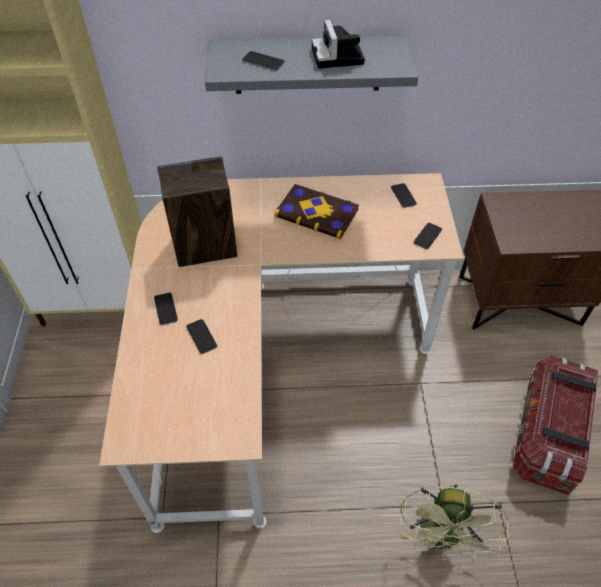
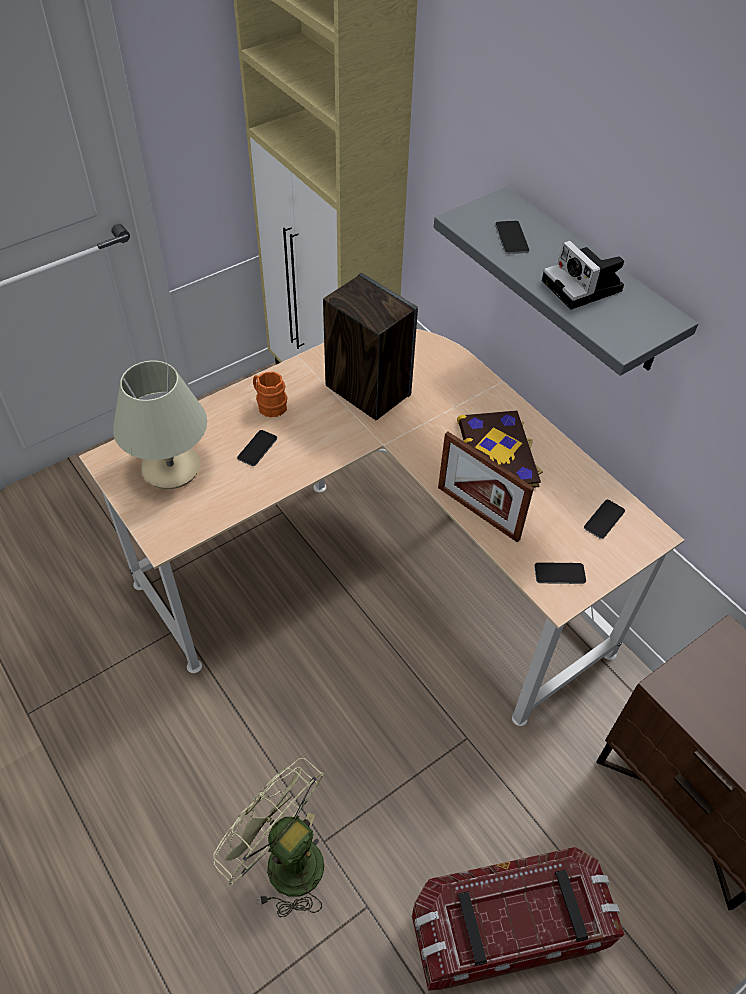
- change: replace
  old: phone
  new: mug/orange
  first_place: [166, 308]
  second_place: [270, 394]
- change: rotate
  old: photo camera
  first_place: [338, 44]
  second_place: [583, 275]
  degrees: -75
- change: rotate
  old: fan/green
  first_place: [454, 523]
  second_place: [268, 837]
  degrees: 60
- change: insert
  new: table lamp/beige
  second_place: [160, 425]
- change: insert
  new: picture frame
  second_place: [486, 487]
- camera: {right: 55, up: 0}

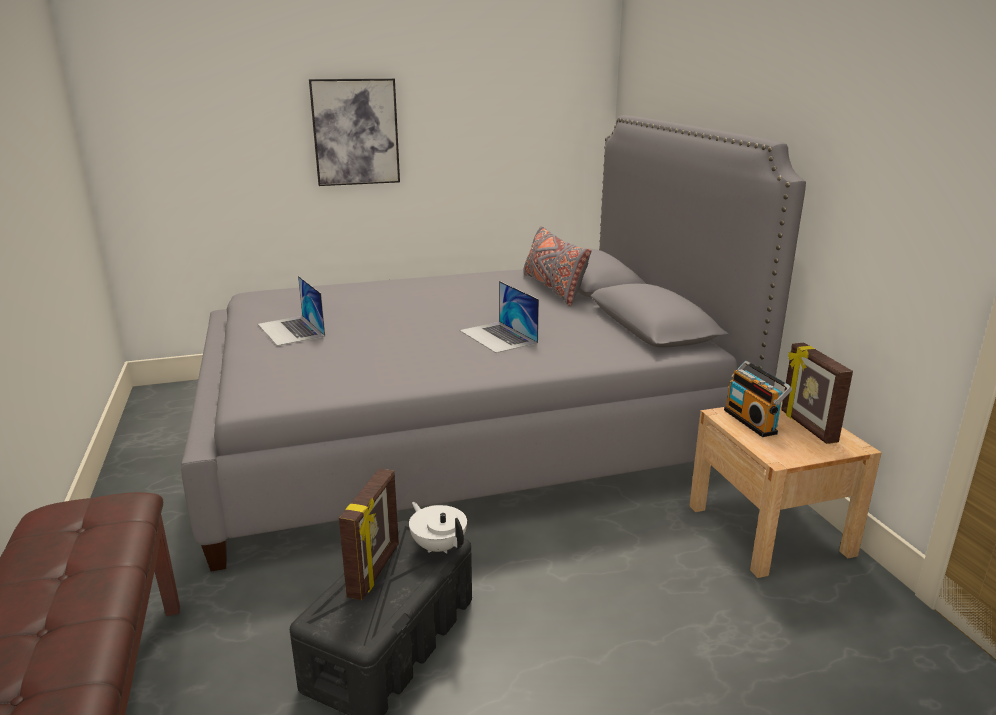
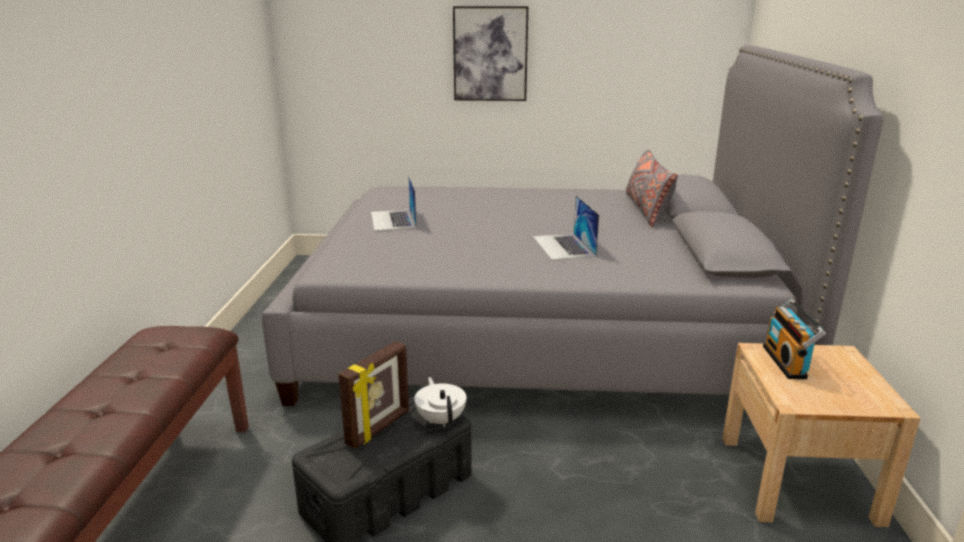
- change: delete
  old: picture frame
  first_place: [817, 393]
- camera: {right: 20, up: 0}

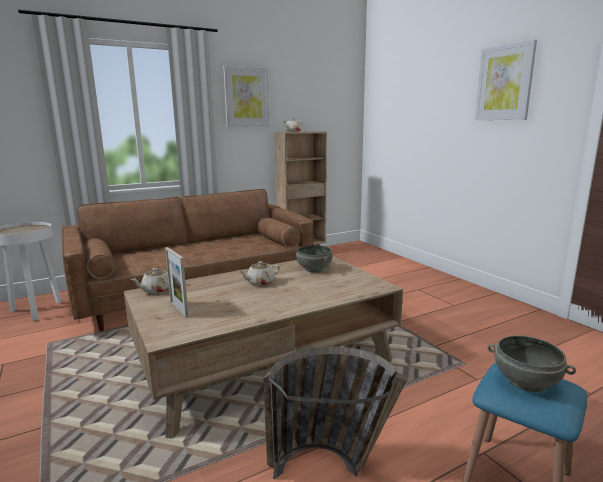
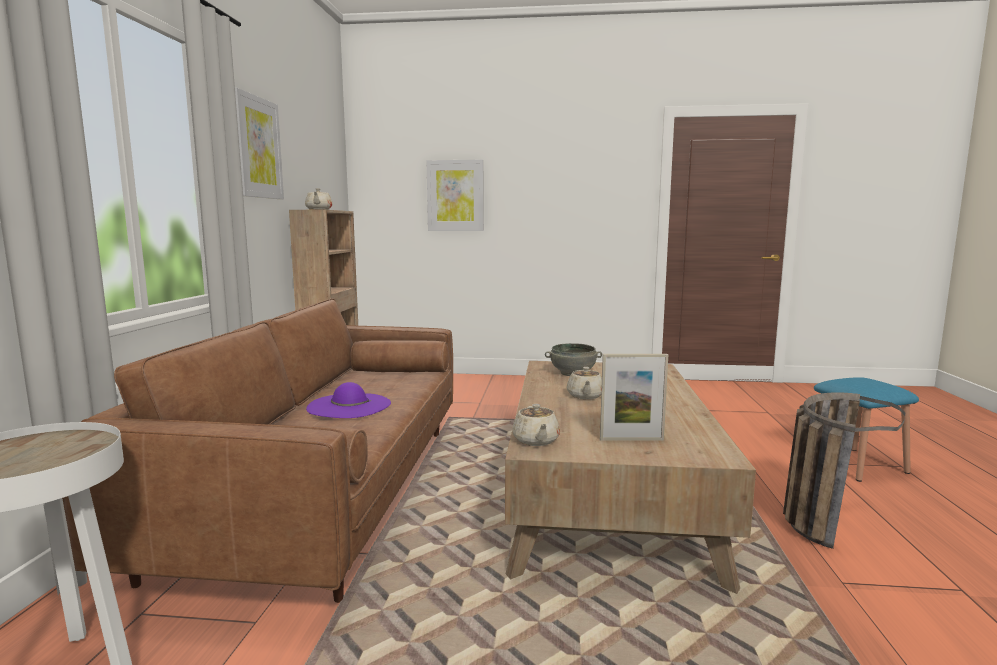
- change: move
  old: picture
  first_place: [506, 80]
  second_place: [455, 195]
- change: delete
  old: bowl/grey
  first_place: [532, 364]
- change: insert
  new: hat/purple
  second_place: [348, 400]
- camera: {right: -55, up: -5}

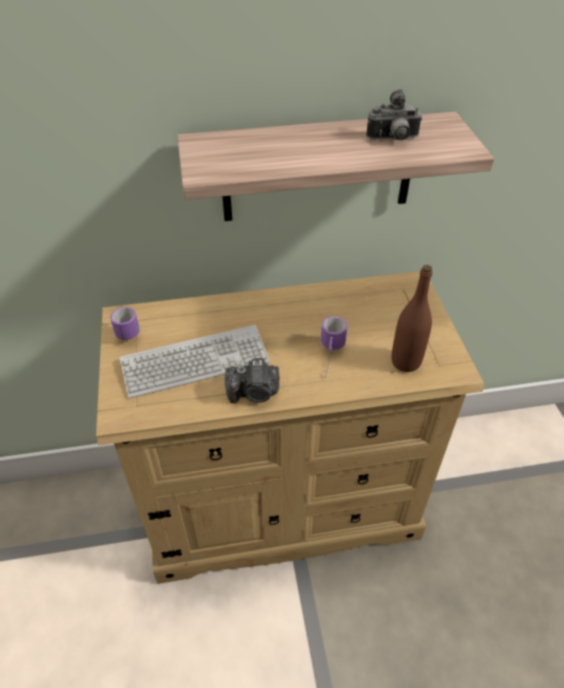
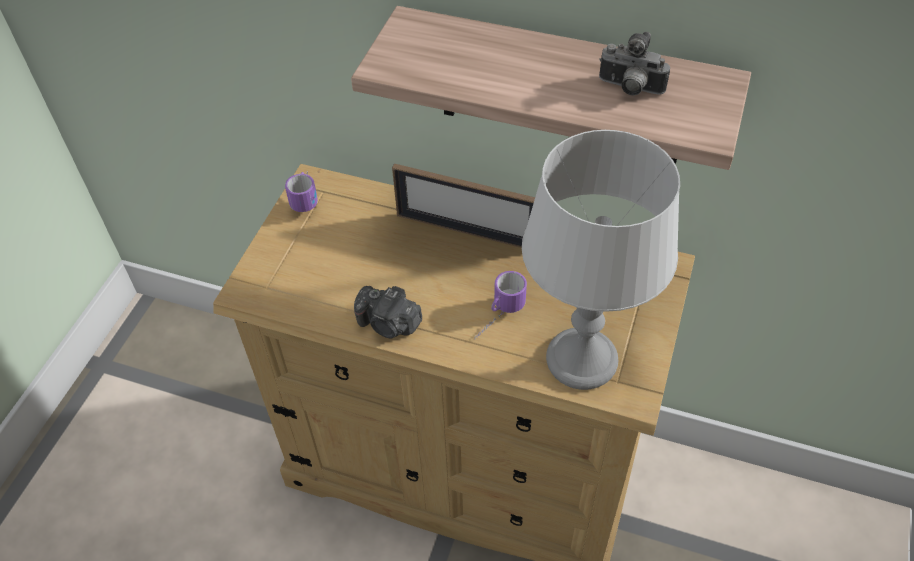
- change: delete
  old: keyboard
  first_place: [195, 361]
- change: replace
  old: bottle/brown
  new: table lamp/grey
  first_place: [412, 318]
  second_place: [601, 260]
- change: insert
  new: picture frame
  second_place: [463, 205]
- camera: {right: 30, up: 5}

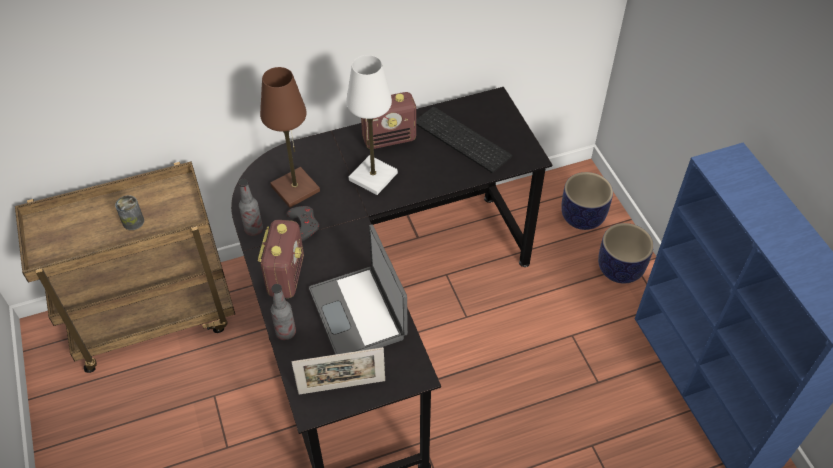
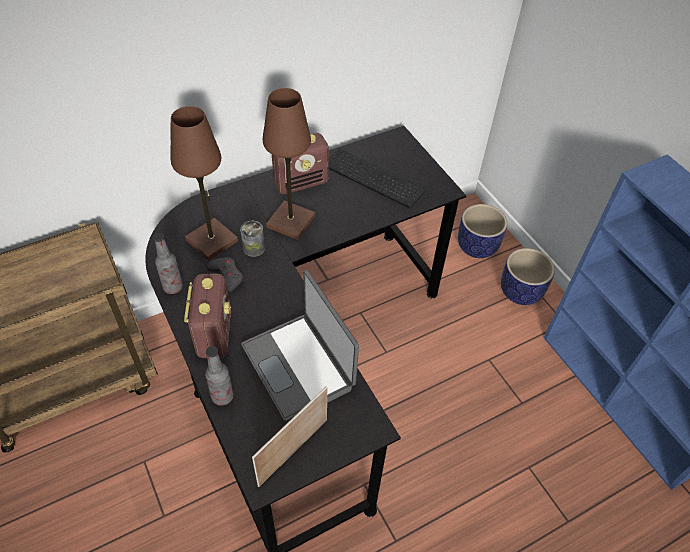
- change: move
  old: can
  first_place: [129, 212]
  second_place: [252, 239]
- change: rotate
  old: picture frame
  first_place: [338, 371]
  second_place: [289, 436]
  degrees: 150
- change: recolor
  old: table lamp/white
  new: table lamp/brown
  first_place: [372, 125]
  second_place: [289, 164]
- camera: {right: -10, up: 0}

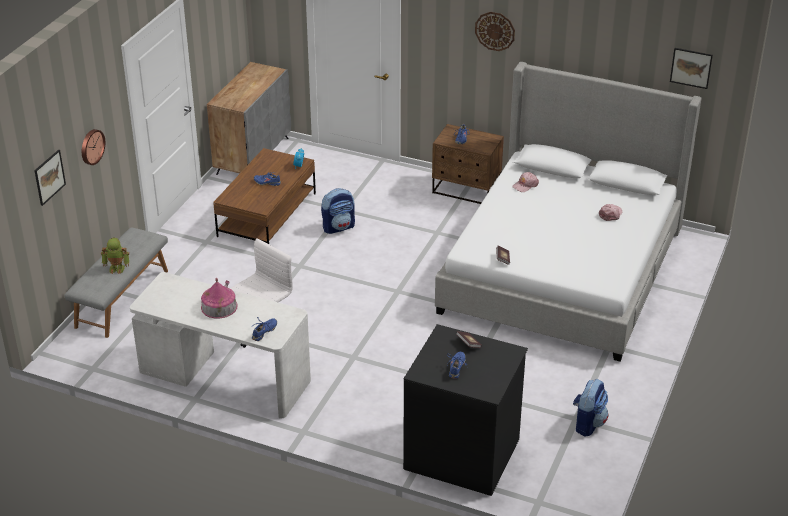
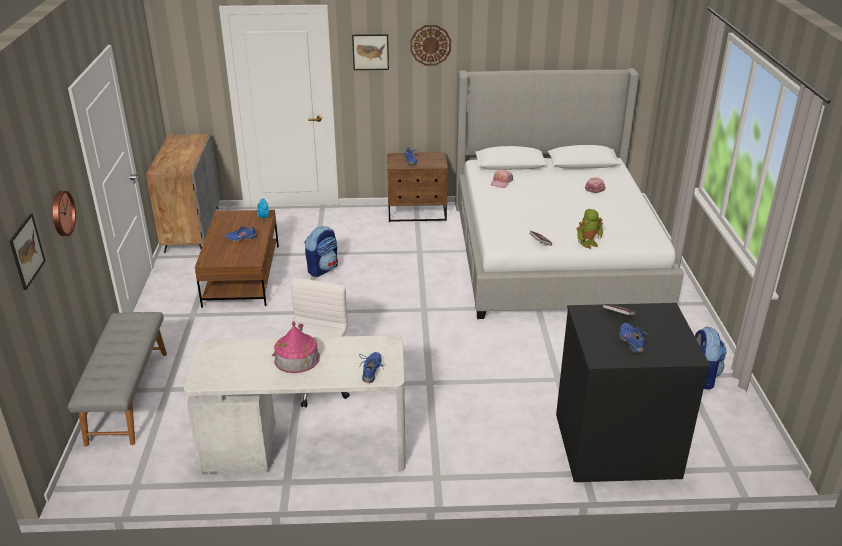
- change: move
  old: toy robot
  first_place: [115, 255]
  second_place: [590, 229]
- change: move
  old: picture
  first_place: [691, 68]
  second_place: [370, 52]
- camera: {right: -25, up: -5}

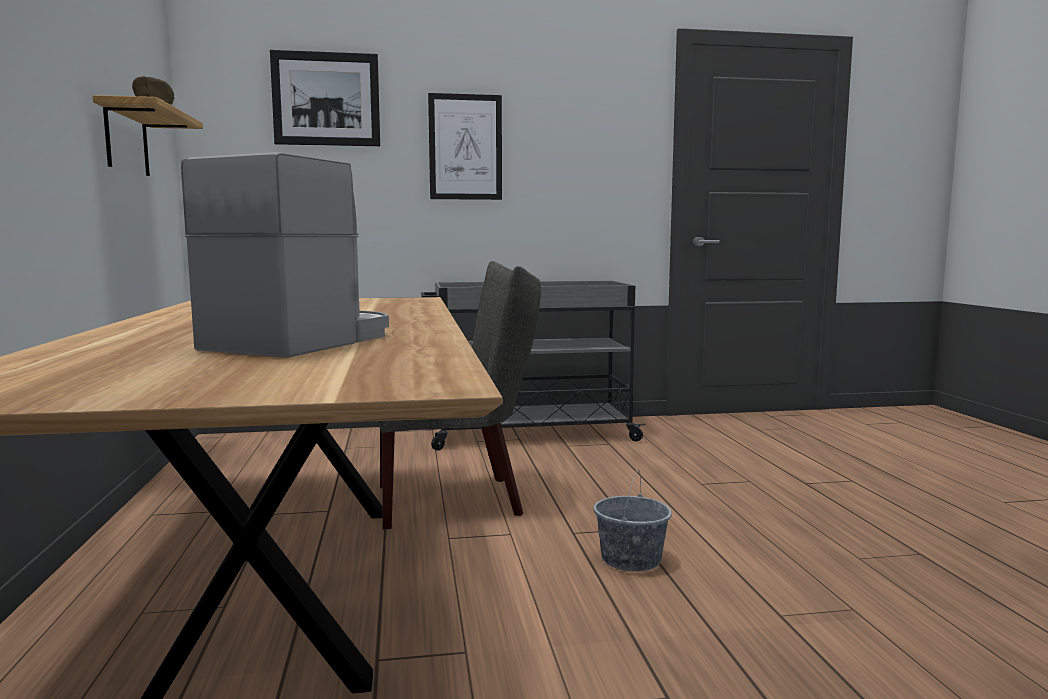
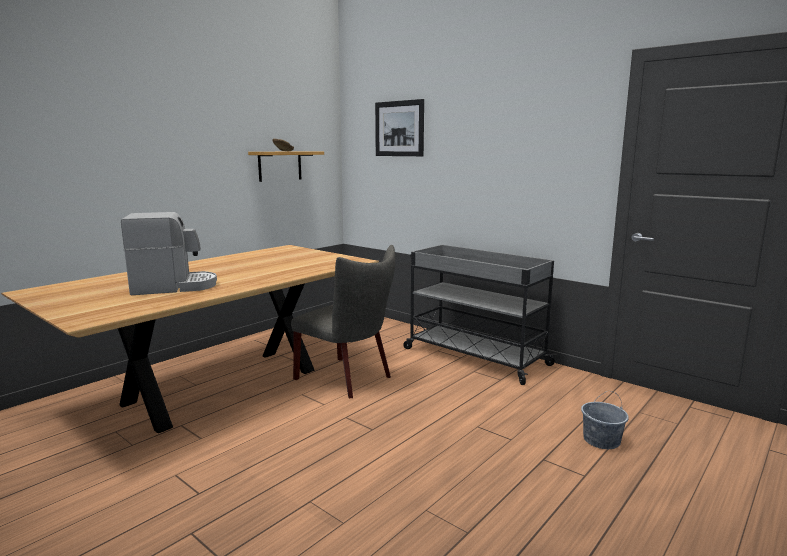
- change: delete
  old: picture
  first_place: [465, 146]
- change: move
  old: bucket/grey
  first_place: [632, 520]
  second_place: [605, 420]
- camera: {right: 50, up: 5}

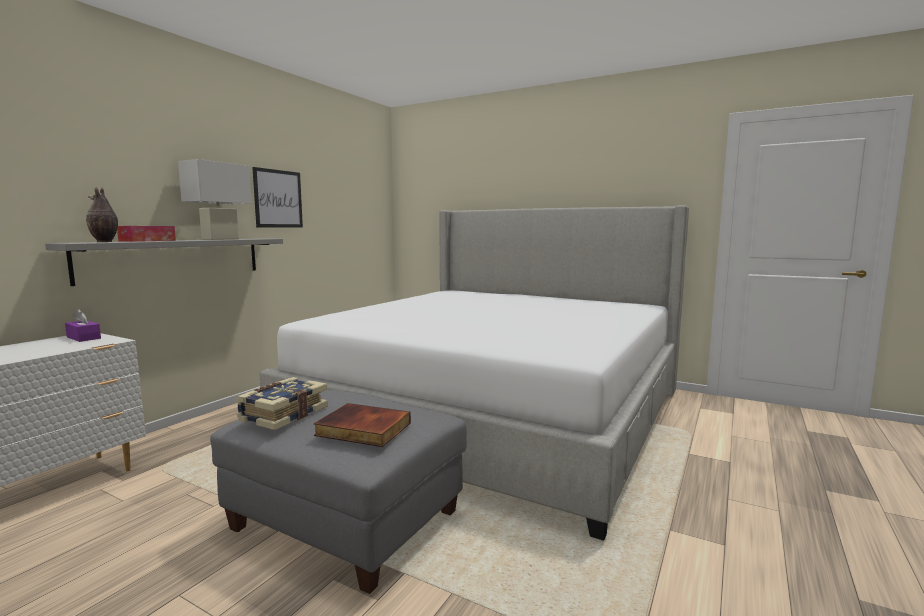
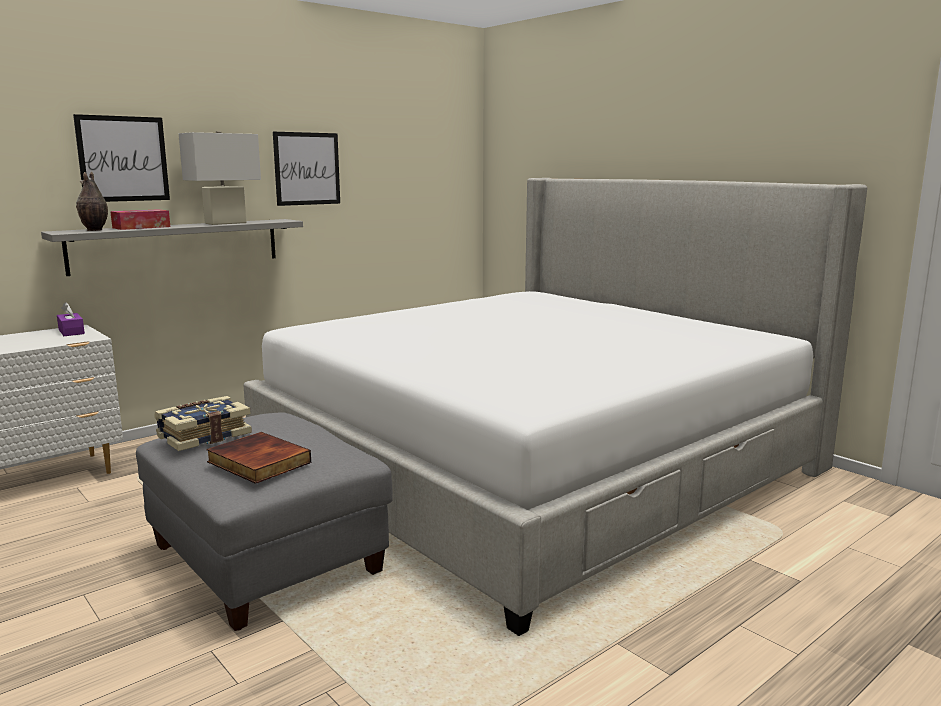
- change: insert
  new: picture
  second_place: [121, 158]
- camera: {right: 20, up: 5}

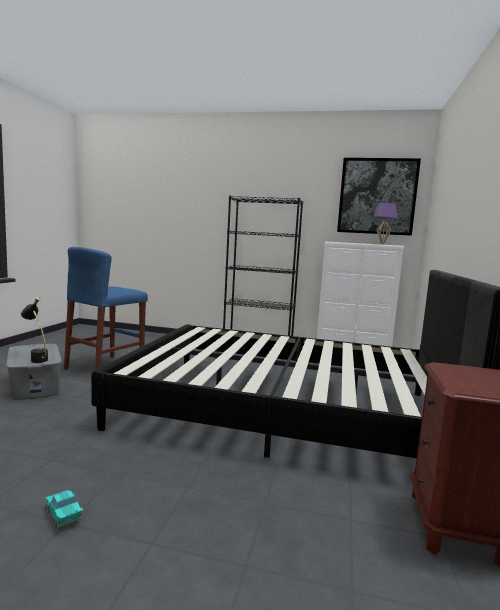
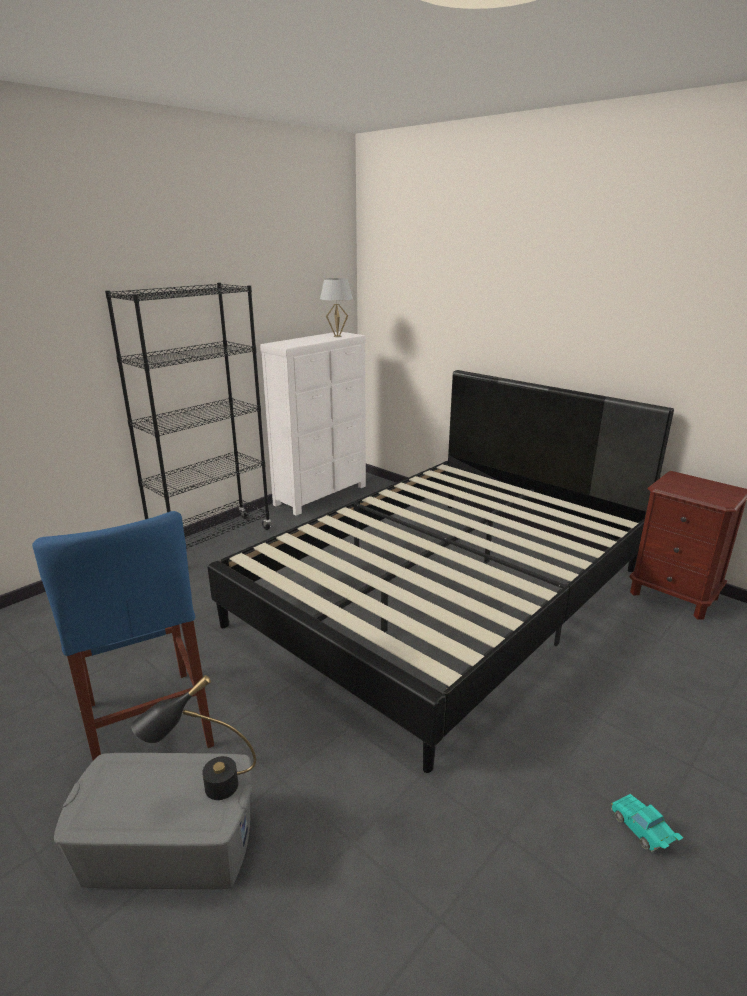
- change: rotate
  old: toy car/turquoise
  first_place: [64, 509]
  second_place: [647, 823]
  degrees: 75
- change: delete
  old: picture
  first_place: [379, 197]
- change: recolor
  old: table lamp/purple
  new: table lamp/white
  first_place: [385, 224]
  second_place: [336, 307]
- camera: {right: -60, up: 15}

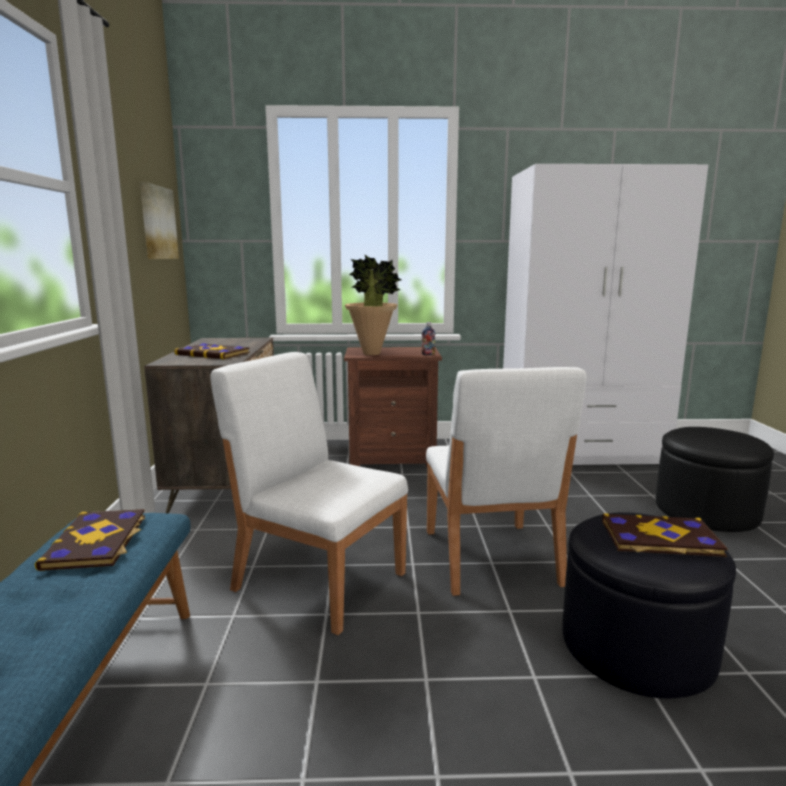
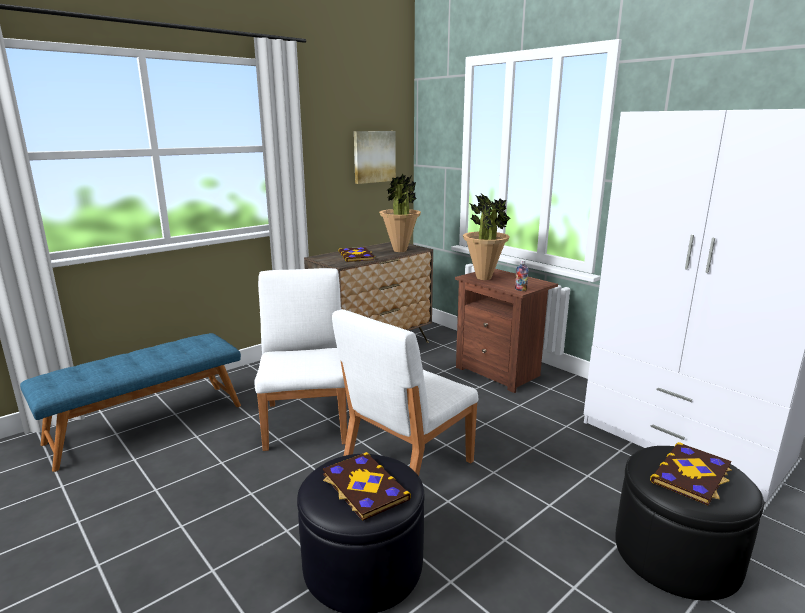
- change: move
  old: book
  first_place: [90, 540]
  second_place: [691, 474]
- change: insert
  new: potted plant
  second_place: [400, 212]
- camera: {right: 50, up: 5}

